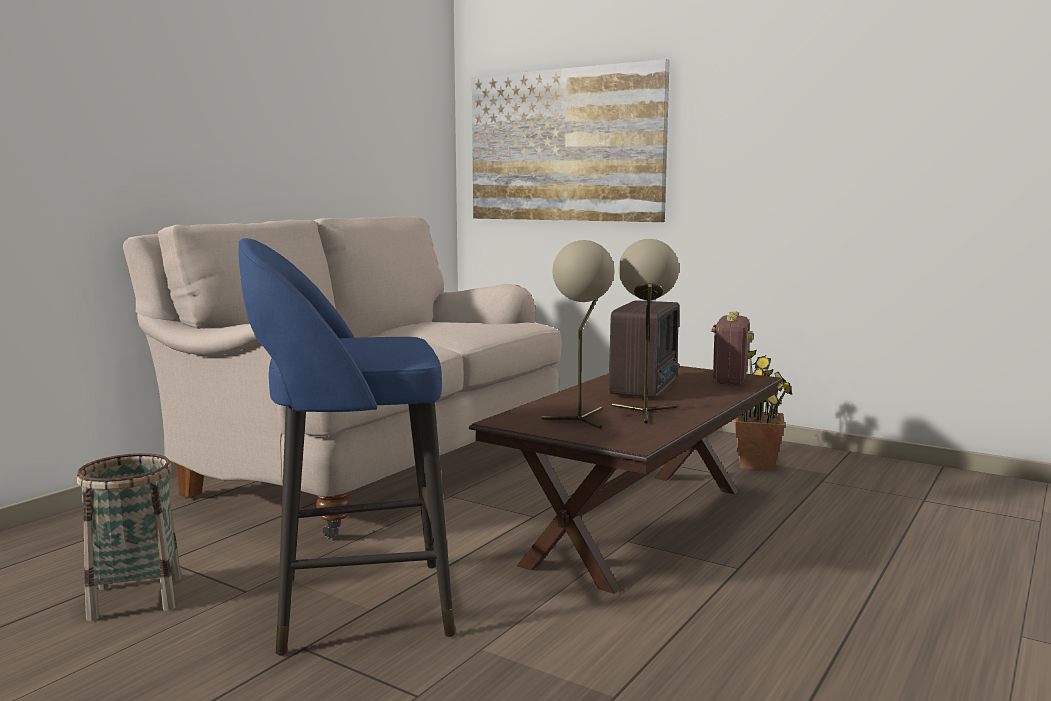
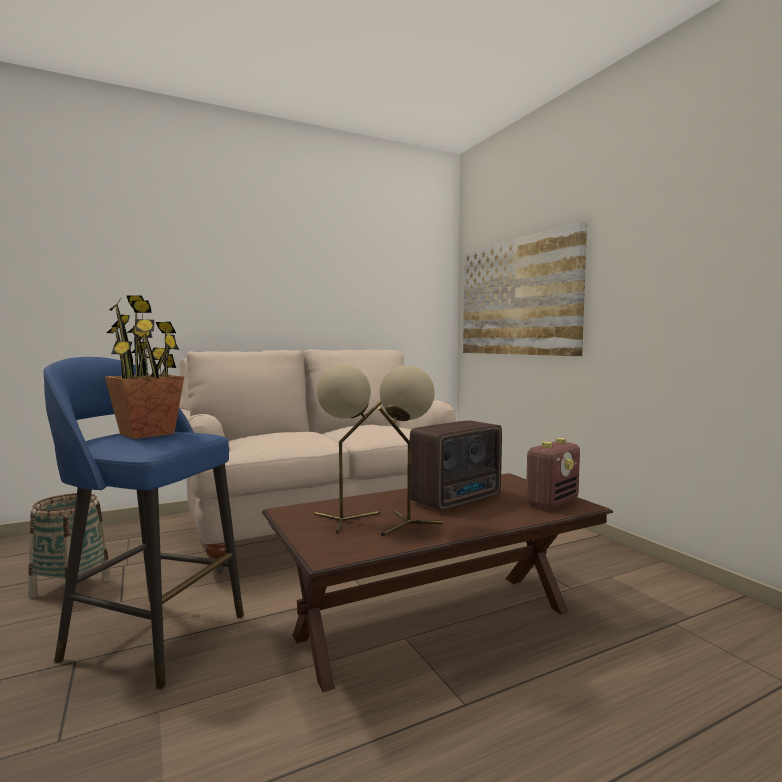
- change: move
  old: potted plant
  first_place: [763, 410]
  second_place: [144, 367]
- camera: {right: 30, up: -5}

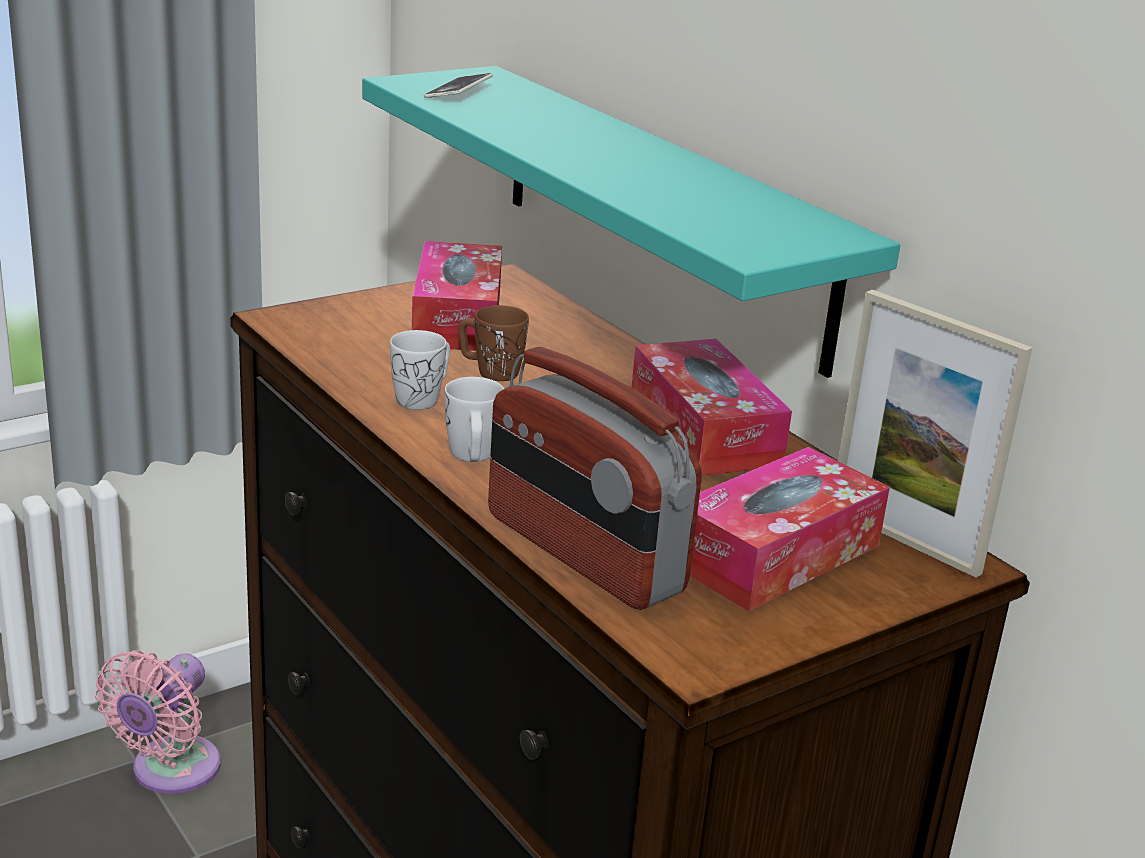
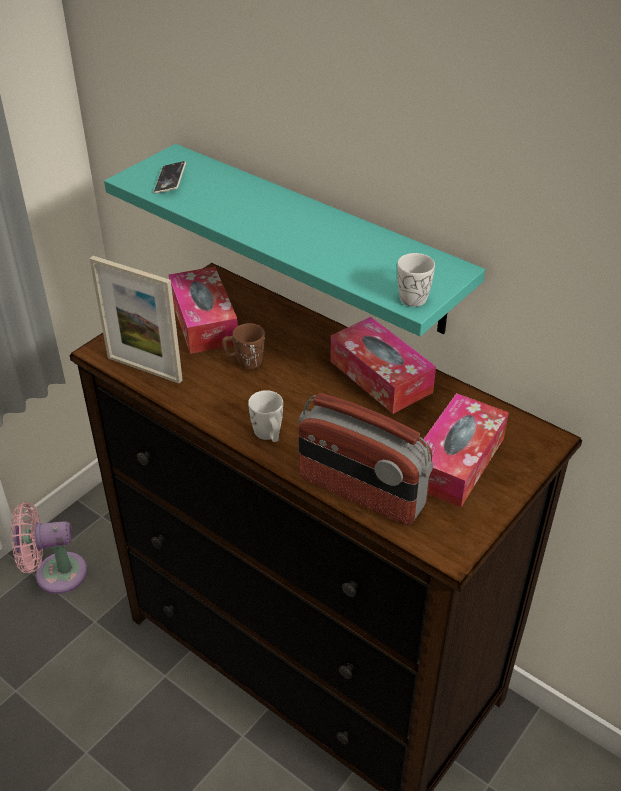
- change: rotate
  old: fan/pink
  first_place: [158, 722]
  second_place: [49, 548]
  degrees: 75
- change: move
  old: mug/white
  first_place: [420, 370]
  second_place: [416, 280]
- change: move
  old: picture frame
  first_place: [935, 433]
  second_place: [136, 320]
- camera: {right: -15, up: 15}

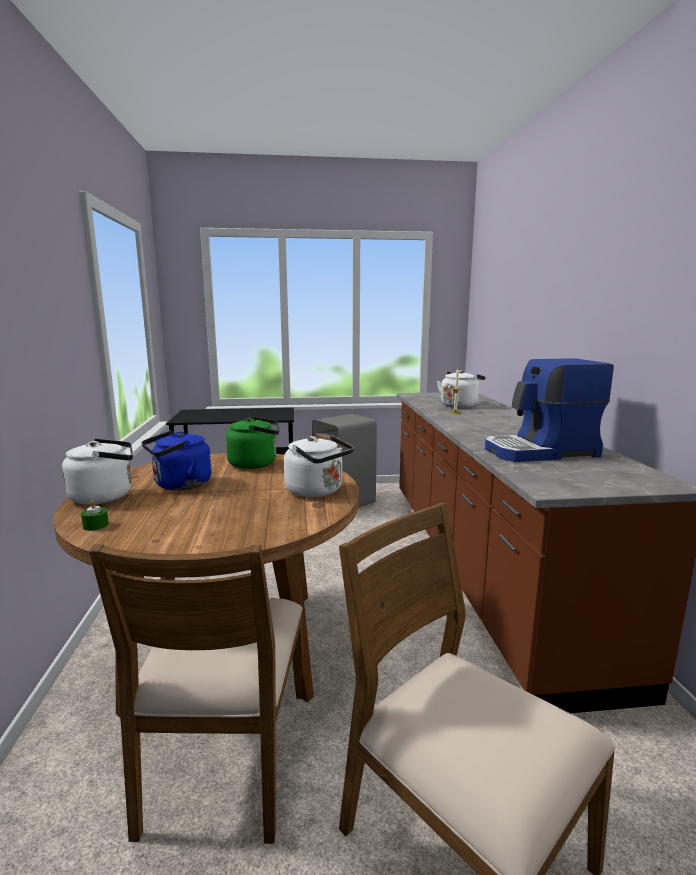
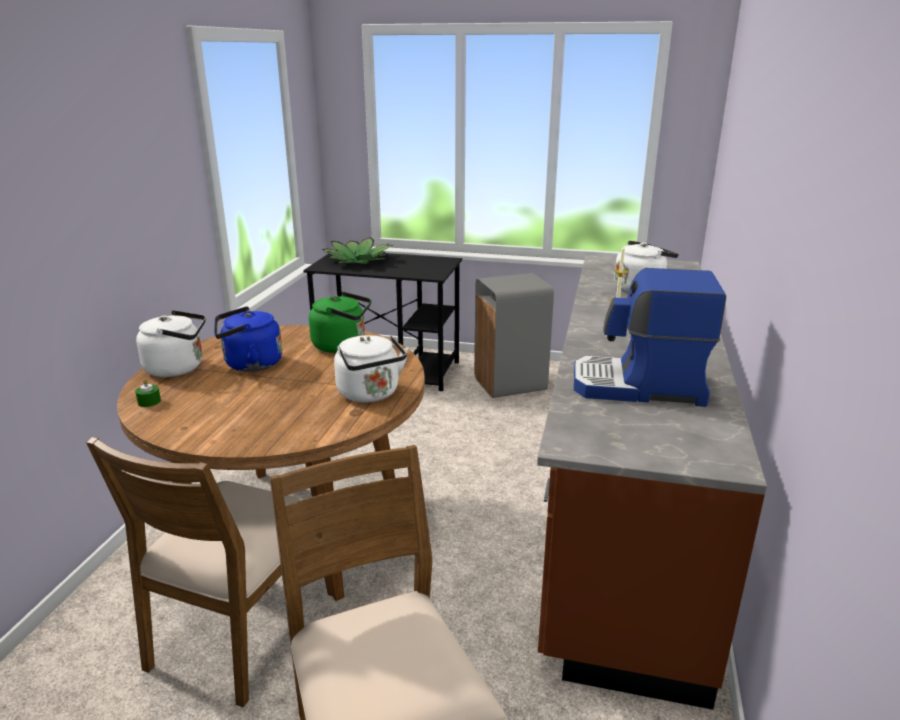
- change: insert
  new: potted plant
  second_place: [357, 250]
- camera: {right: 20, up: 10}

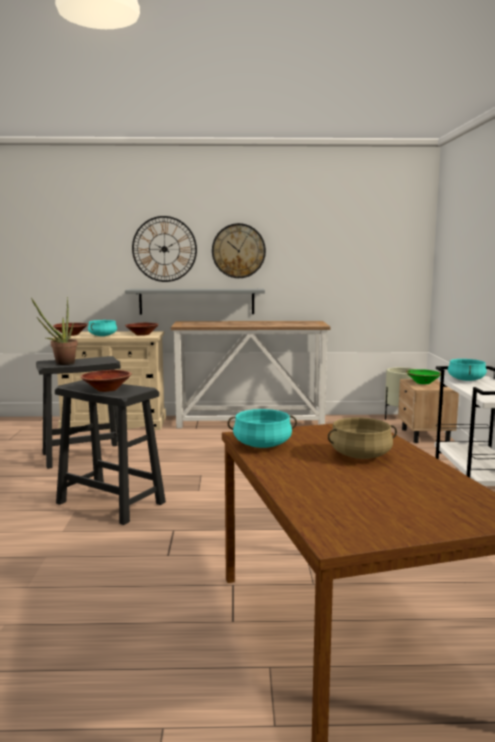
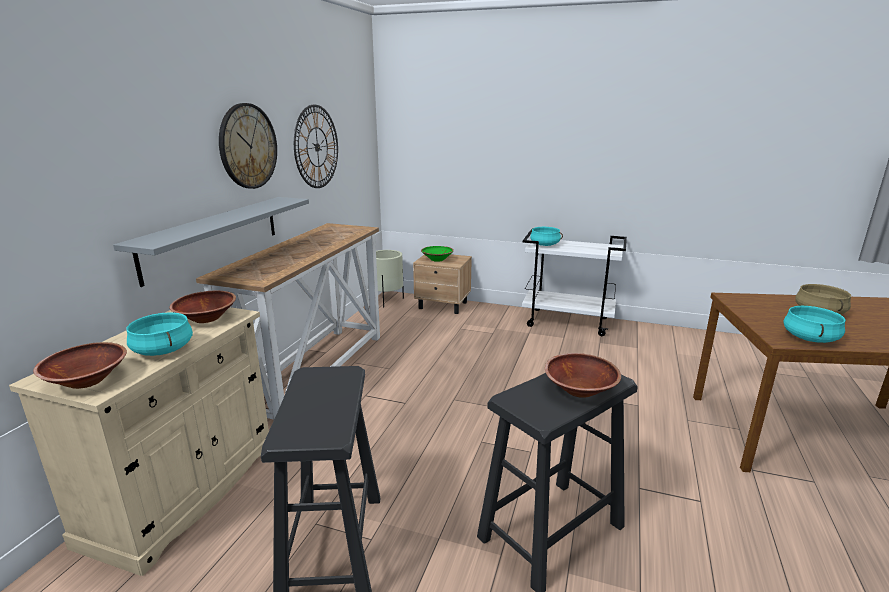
- change: delete
  old: potted plant
  first_place: [54, 331]
- change: move
  old: wall clock
  first_place: [164, 249]
  second_place: [316, 146]
- camera: {right: -70, up: 10}

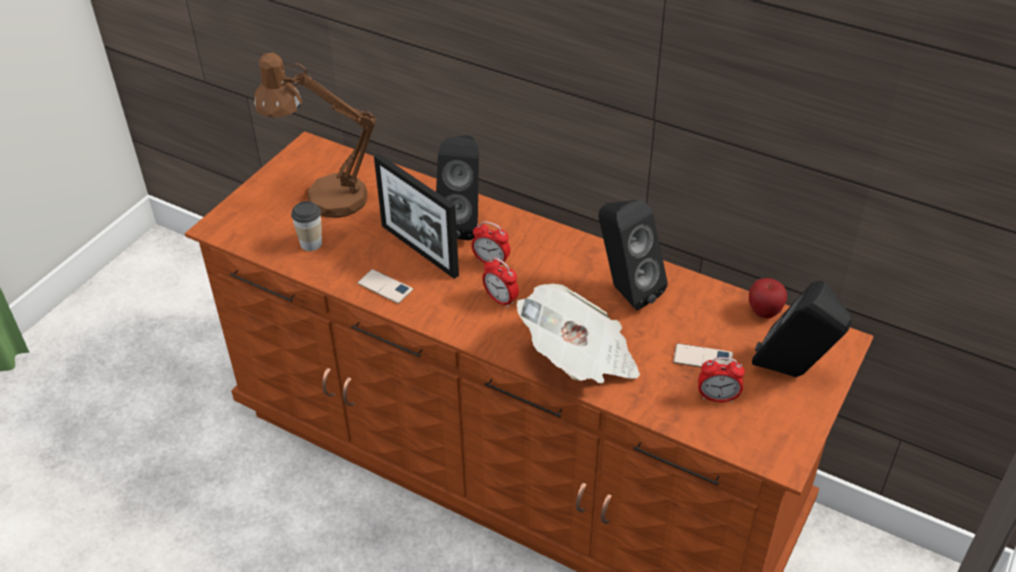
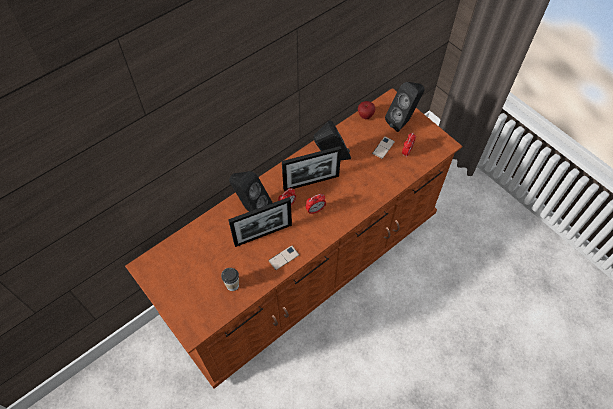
- change: delete
  old: table lamp/brown
  first_place: [315, 135]
- change: delete
  old: newspaper
  first_place: [578, 334]
- change: insert
  new: picture frame
  second_place: [311, 168]
- camera: {right: -70, up: 15}

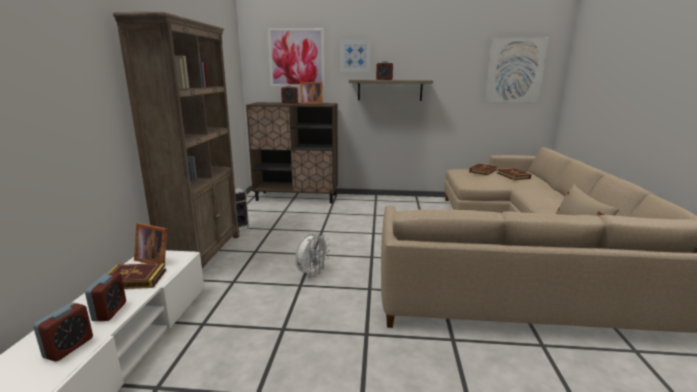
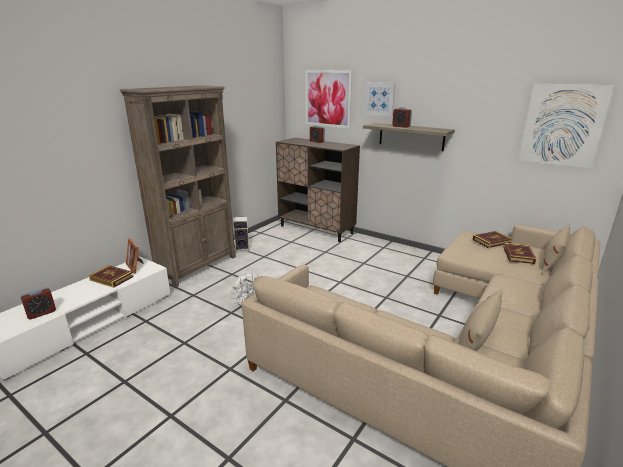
- change: delete
  old: alarm clock
  first_place: [105, 297]
- change: delete
  old: picture frame
  first_place: [311, 93]
- change: insert
  new: pillow/beige
  second_place: [556, 249]
- camera: {right: 30, up: 5}

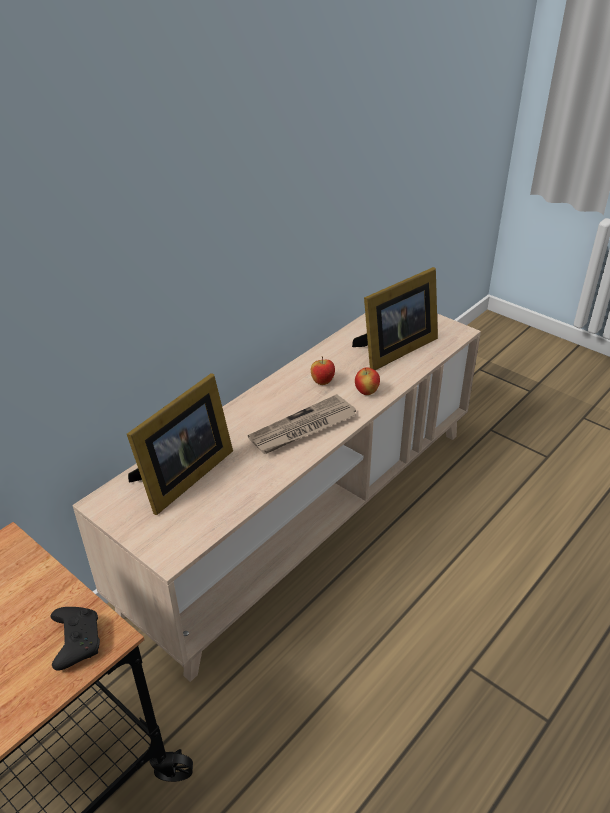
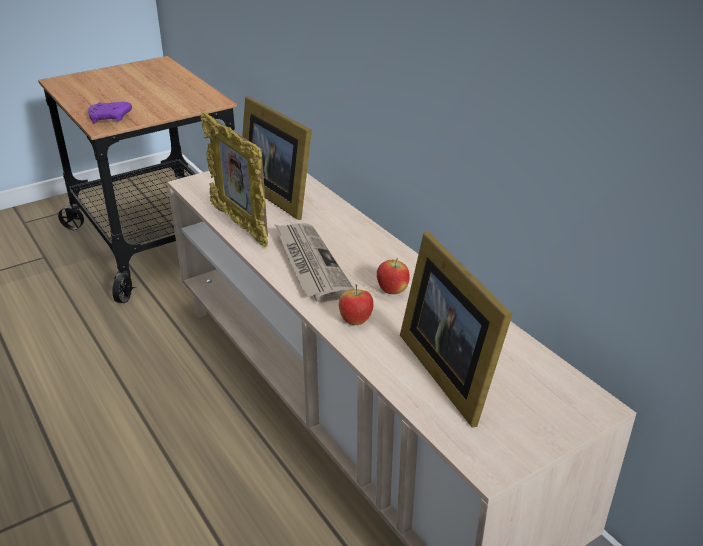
- change: recolor
  old: game controller/black
  new: game controller/purple
  first_place: [75, 639]
  second_place: [110, 113]
- change: insert
  new: picture frame
  second_place: [234, 179]
- camera: {right: 105, up: -5}

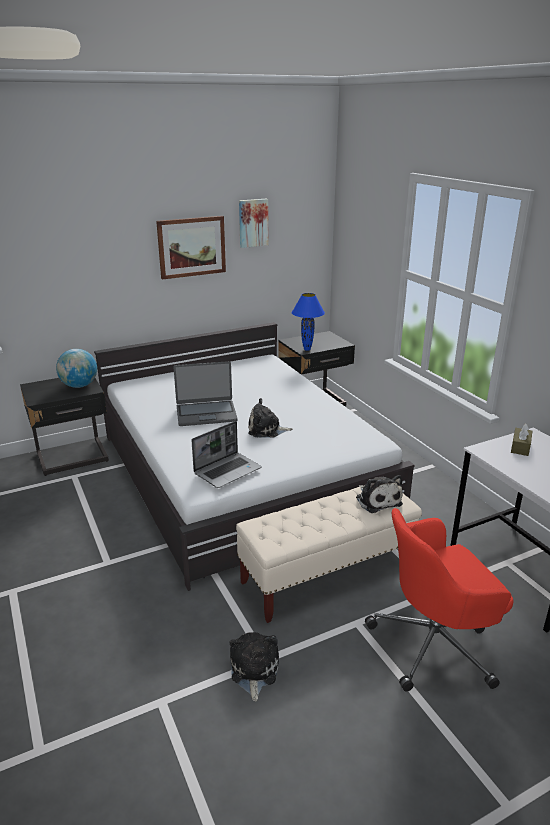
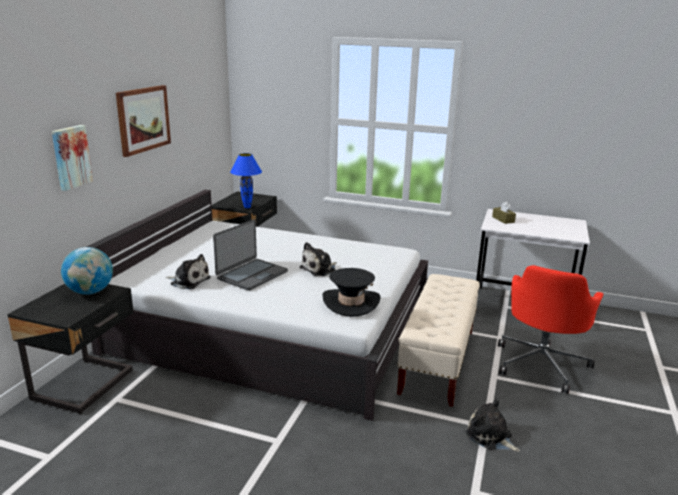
- change: replace
  old: laptop
  new: hat/black
  first_place: [226, 454]
  second_place: [352, 292]
- change: move
  old: picture
  first_place: [254, 223]
  second_place: [72, 158]
- change: move
  old: plush toy
  first_place: [379, 494]
  second_place: [188, 271]
- camera: {right: -45, up: -5}

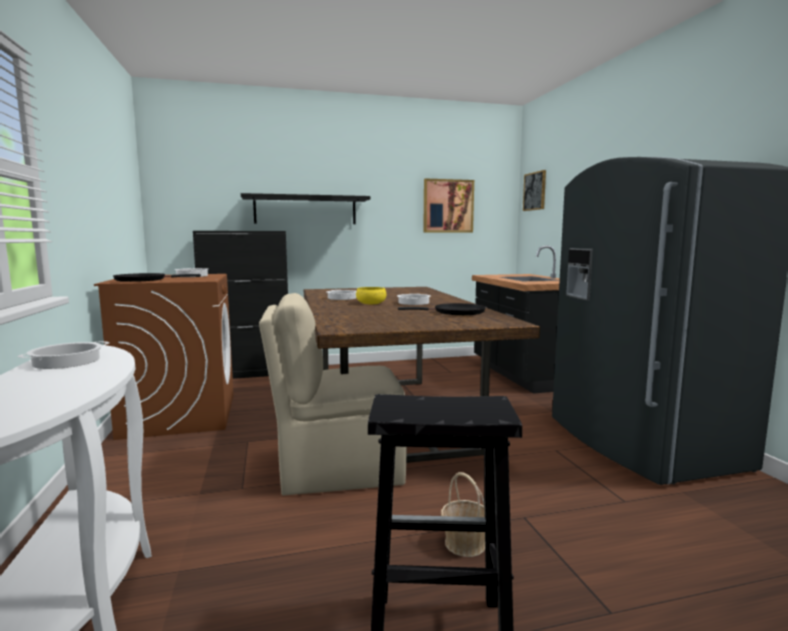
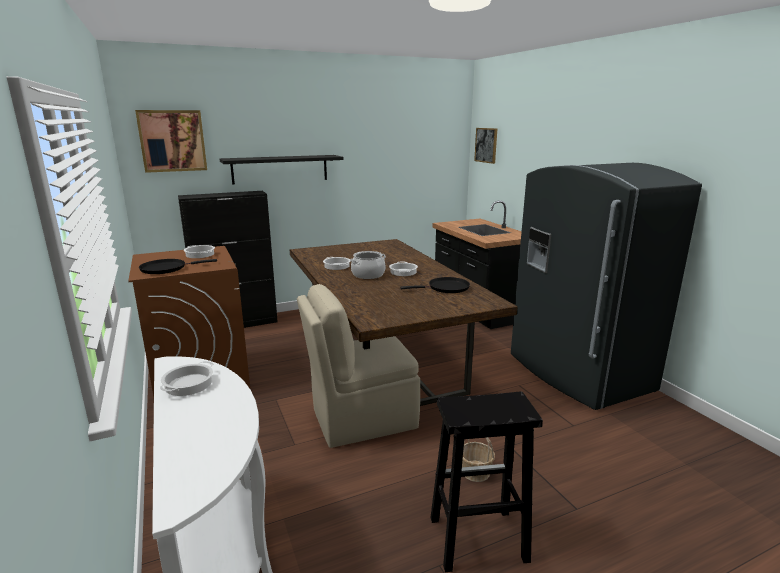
- change: replace
  old: bowl/yellow
  new: cooking pot
  first_place: [371, 295]
  second_place: [368, 265]
- change: move
  old: picture
  first_place: [448, 205]
  second_place: [171, 141]
- camera: {right: -10, up: 10}

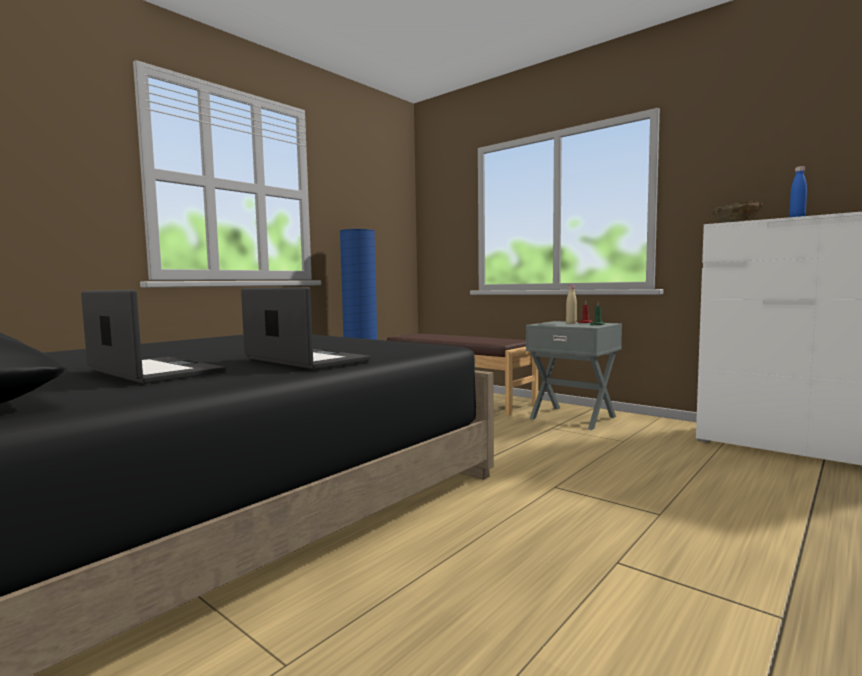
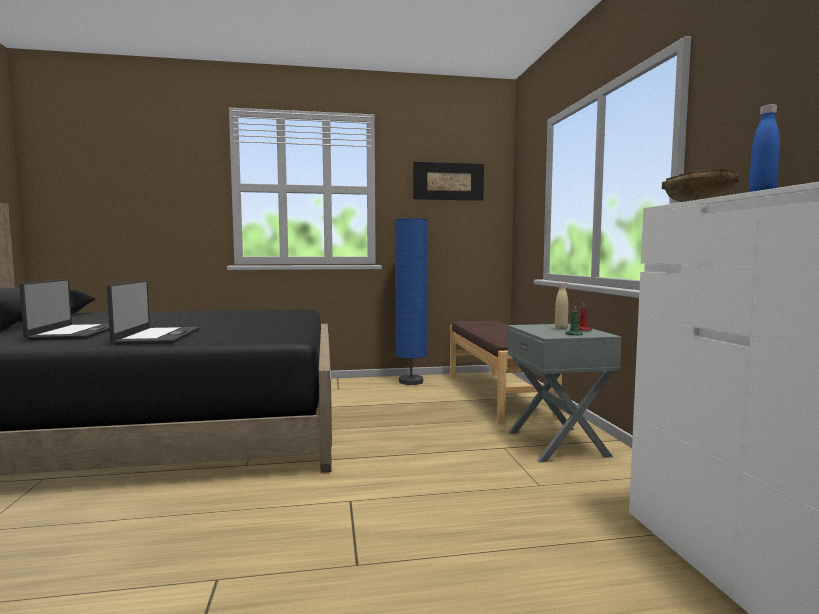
- change: insert
  new: picture
  second_place: [448, 181]
- camera: {right: 40, up: 0}

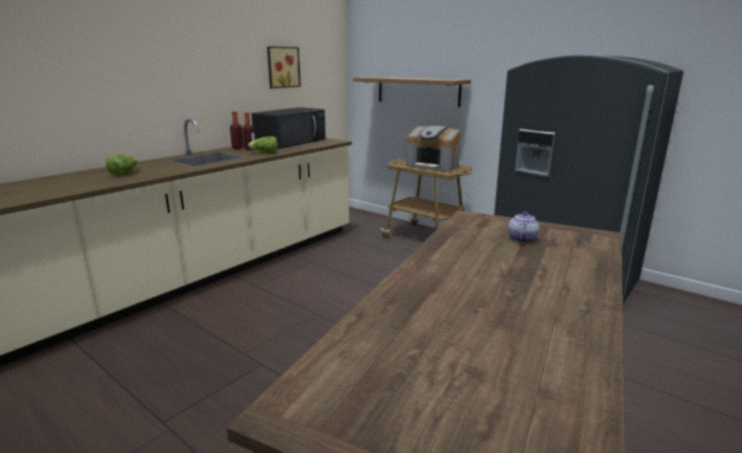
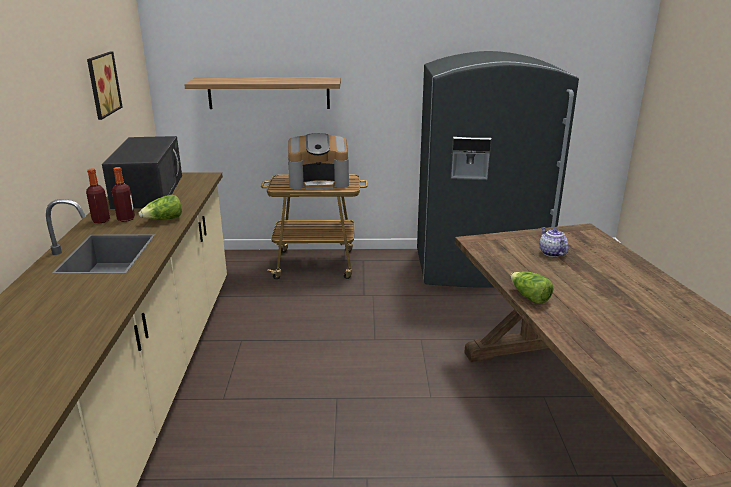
- change: move
  old: lettuce
  first_place: [121, 165]
  second_place: [531, 288]
- camera: {right: -40, up: 5}

